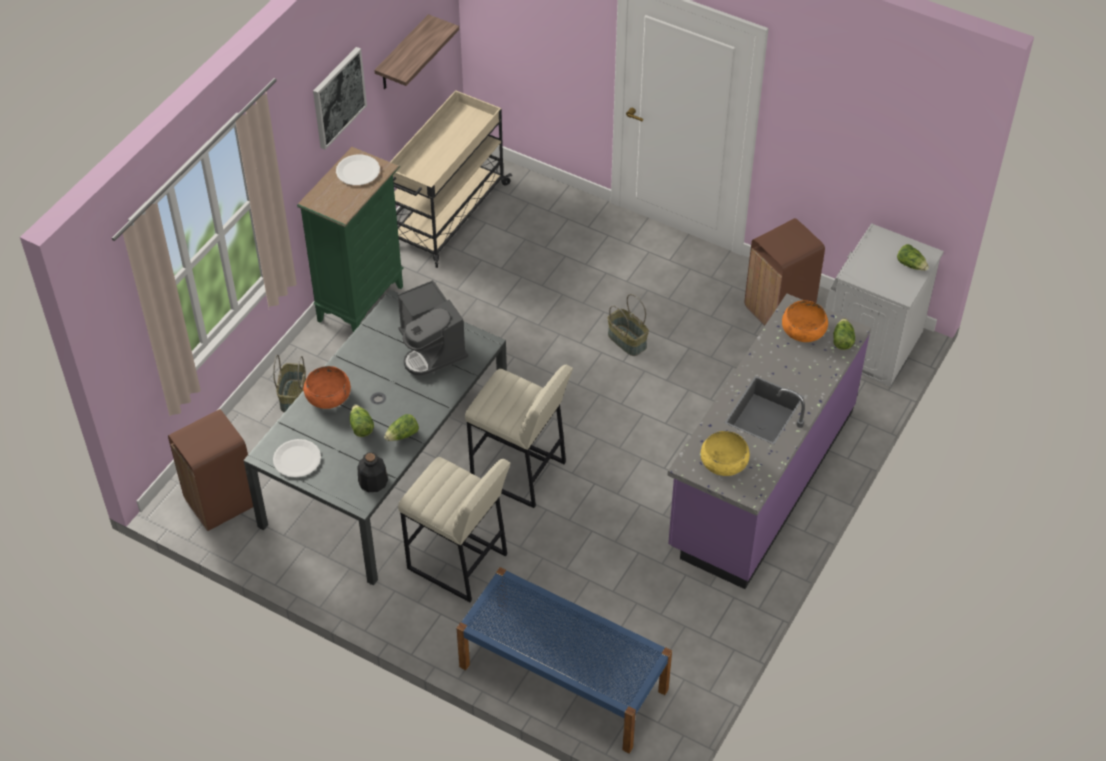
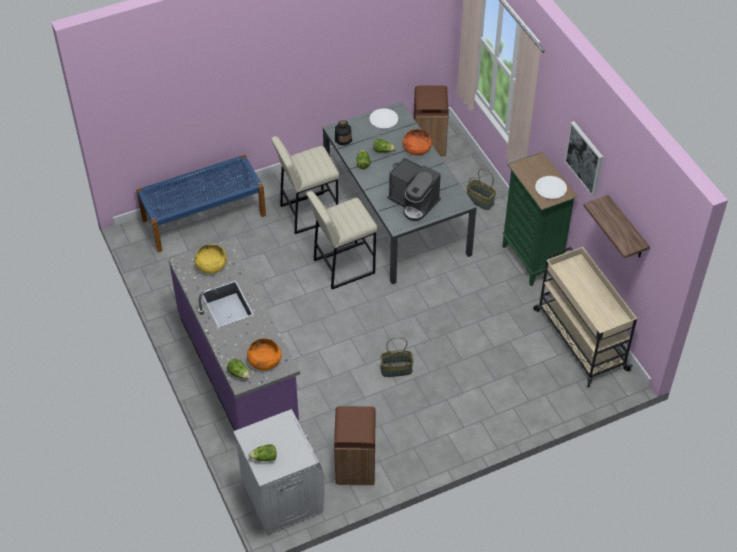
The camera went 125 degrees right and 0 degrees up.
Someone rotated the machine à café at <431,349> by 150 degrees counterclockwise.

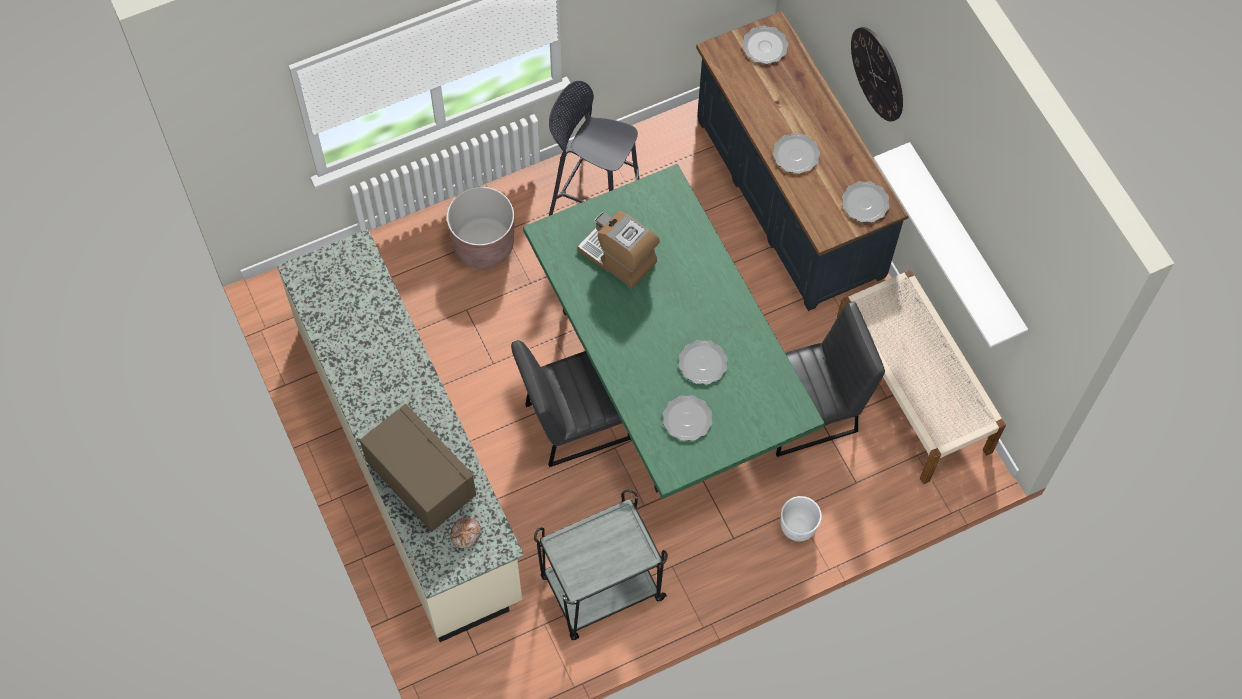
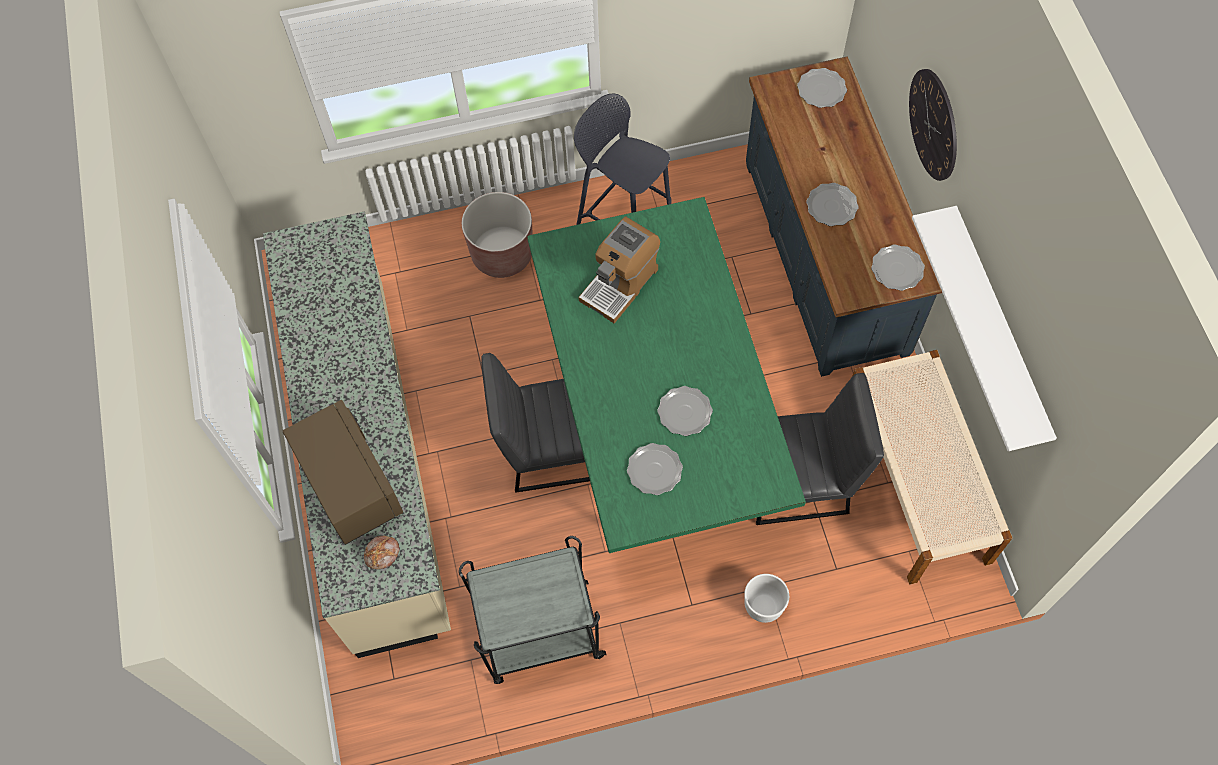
The camera went 15 degrees right and 0 degrees up.
Someone rotated the machine à café at <618,257> by 105 degrees counterclockwise.

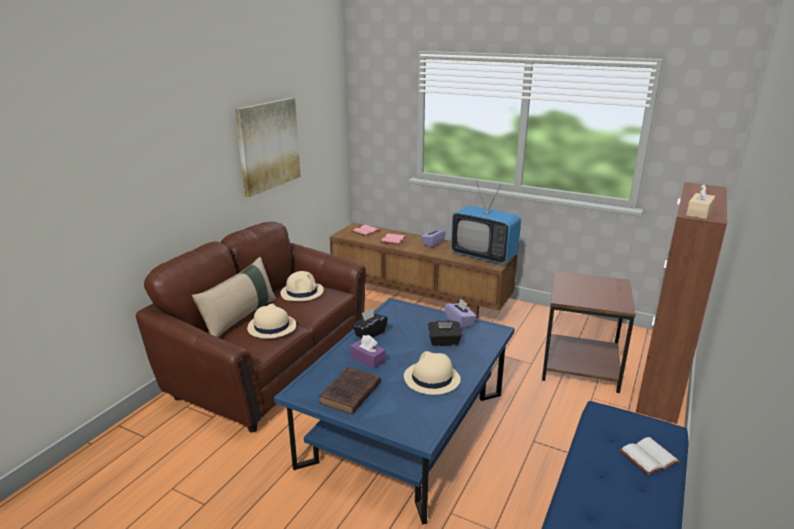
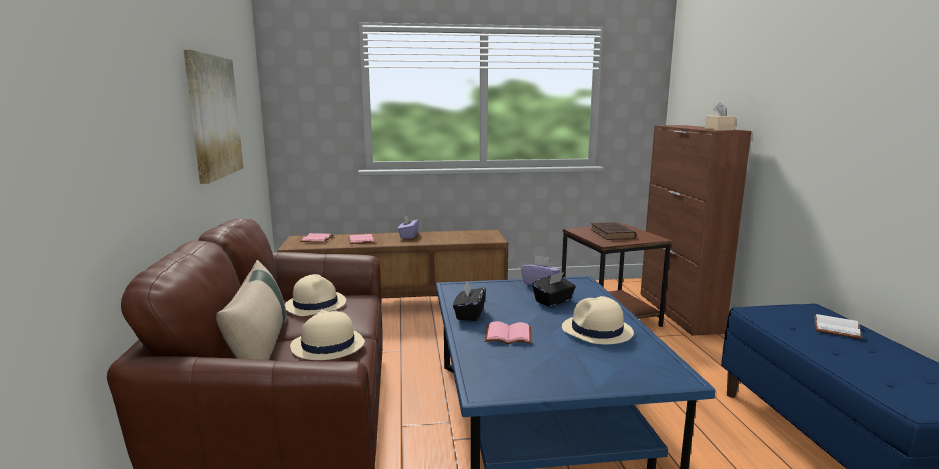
The camera went 35 degrees left and 10 degrees down.
Someone took away the téléviseur at <484,256>.
Someone carried the livre (marron) from <349,394> to <613,234>.
Someone swapped the boîte à mouchoirs (violet) at <367,359> for the livre (rose) at <507,336>.

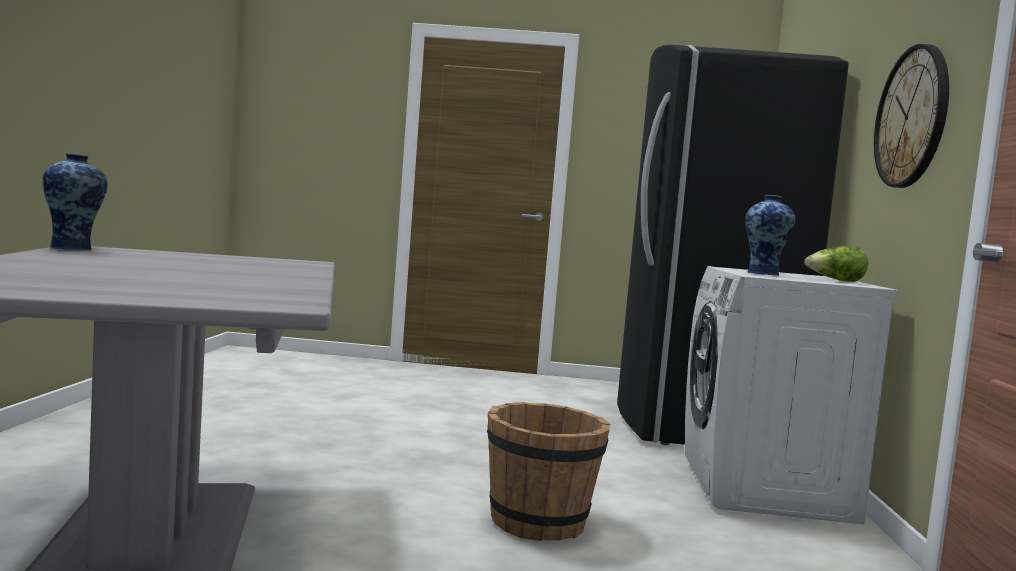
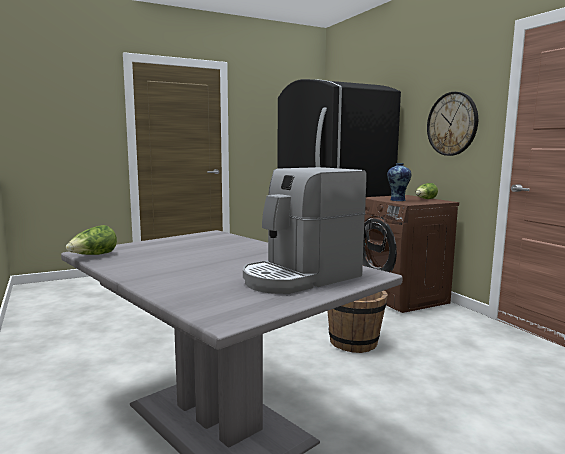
The camera went 30 degrees left and 5 degrees up.
Someone put down the machine à café at <300,278>.
Someone swapped the vase at <73,248> for the laitue at <93,256>.
Someone repainted the lave-linge (blanc) at <763,490>, which became the lave-linge (marron) at <400,298>.

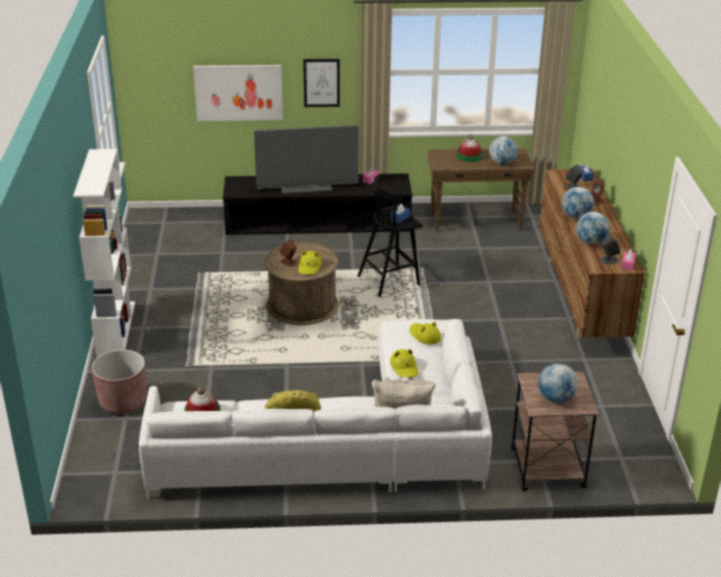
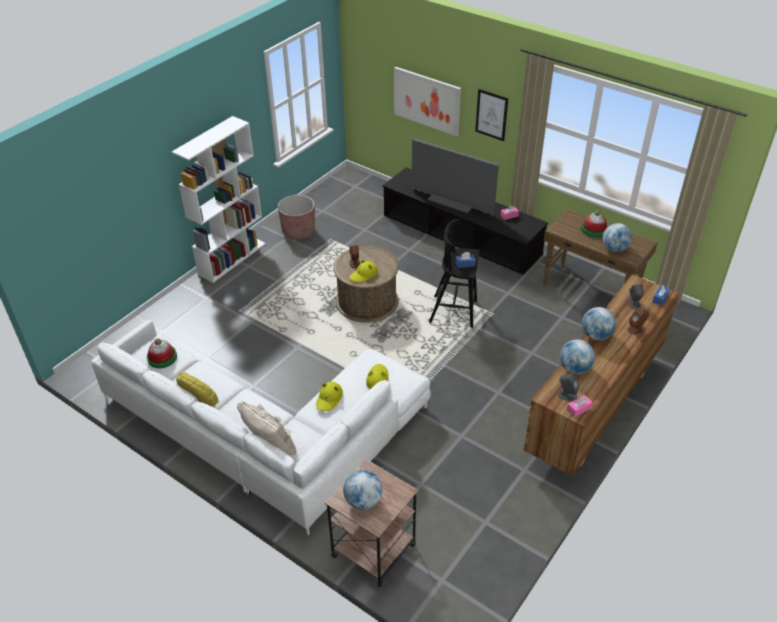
The camera went 40 degrees right and 10 degrees up.
Someone carried the cache-pot (marron) from <123,402> to <298,231>.

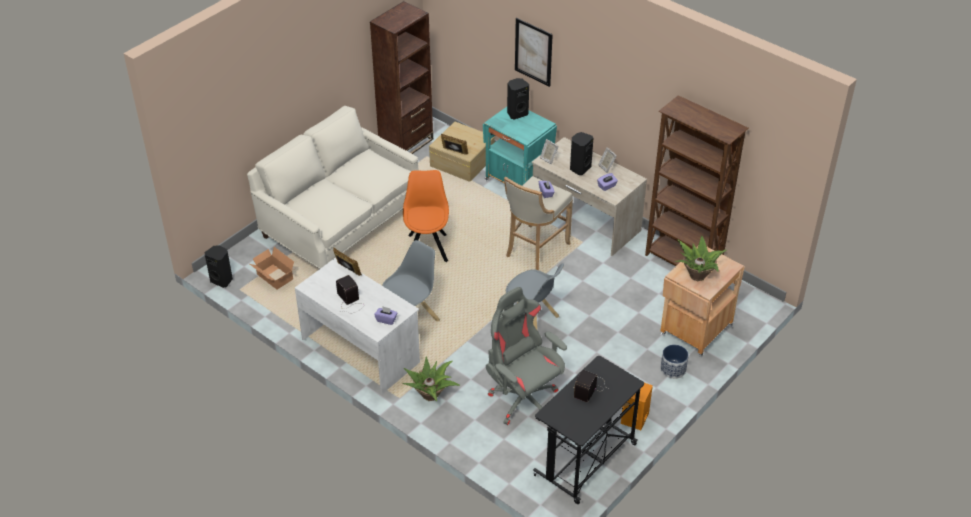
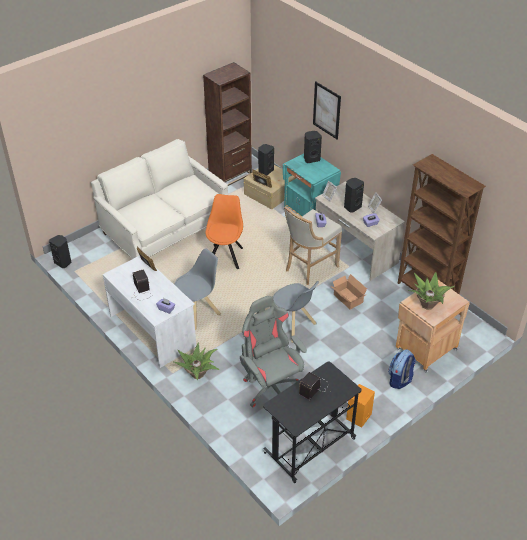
The camera went 10 degrees right and 0 degrees up.
Someone put down the enceinte (noir) at <265,170>.
Someone carried the carton from <274,278> to <347,299>.
Someone swapped the cache-pot at <673,369> for the sac à dos at <400,380>.

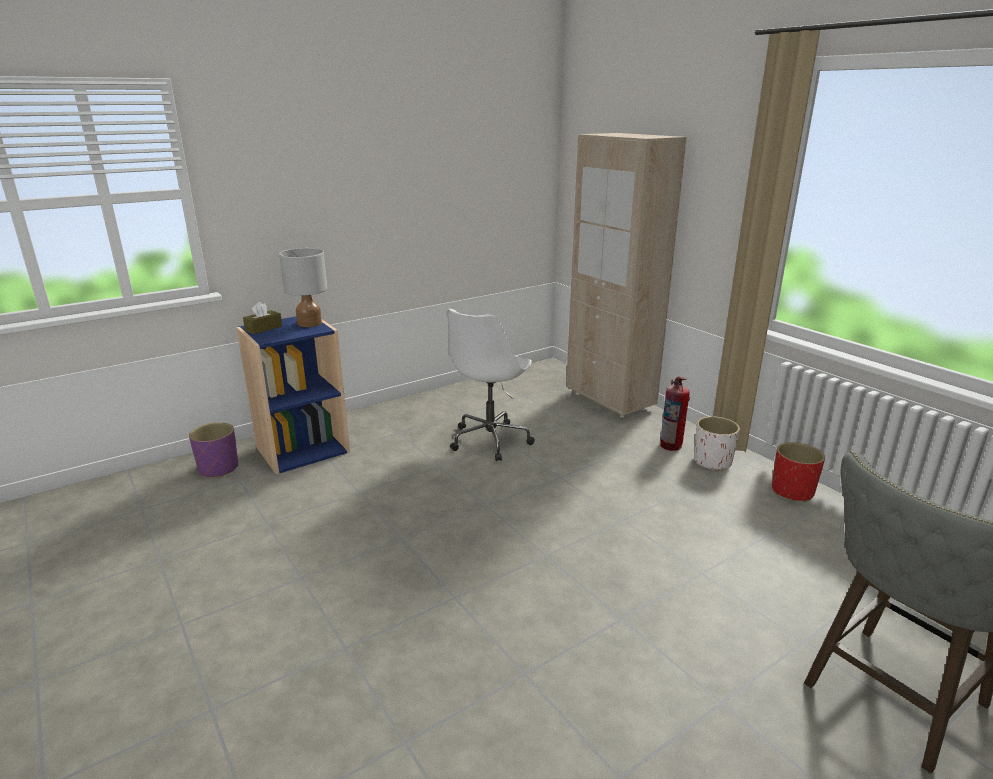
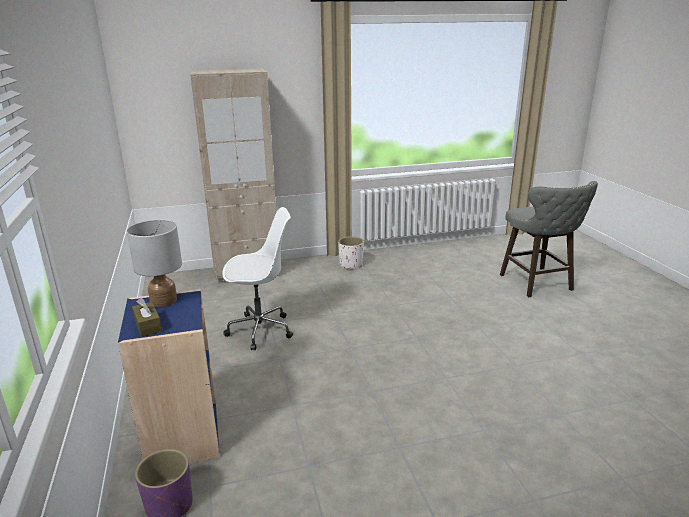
The camera went 70 degrees left and 0 degrees up.
Someone took away the extincteur at <671,445>.
Someone took away the cache-pot (rouge) at <792,491>.
Someone rotated the chaise de bureau (blanc) at <489,442> by 60 degrees counterclockwise.

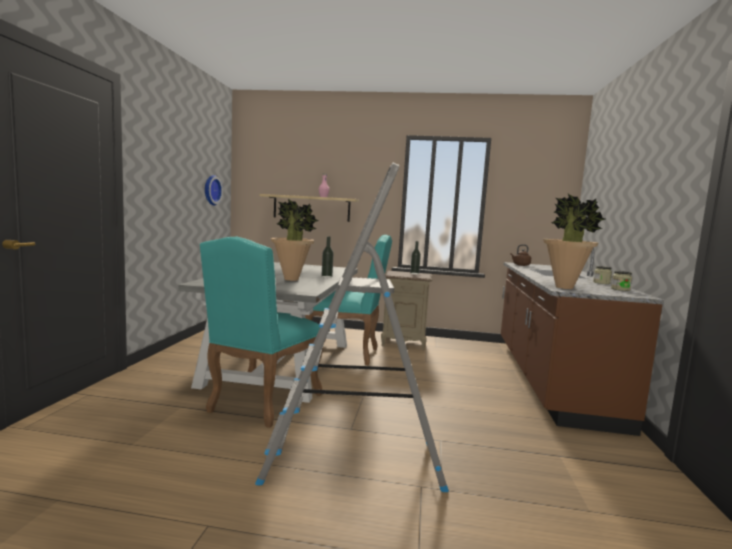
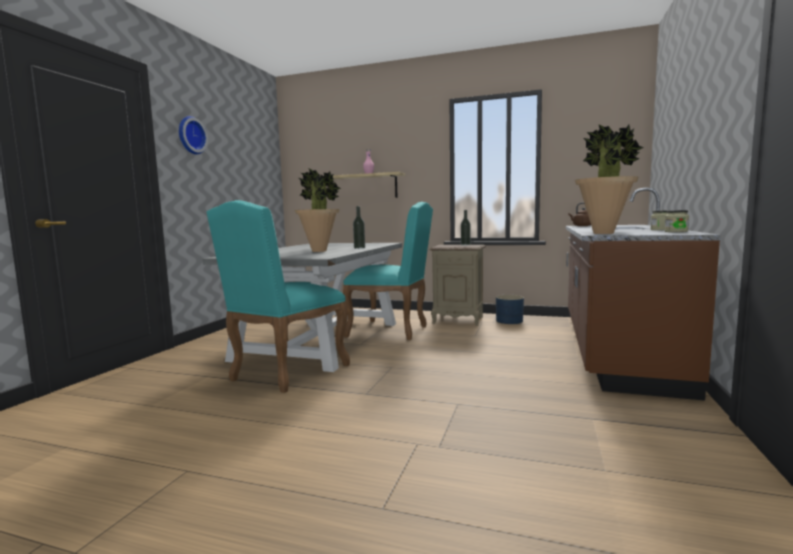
The camera went 10 degrees right and 0 degrees up.
Someone took away the escabeau (gris) at <351,462>.
Someone put down the cache-pot (bleu) at <509,321>.
Someone carried the horloge murale from <211,190> to <190,135>.

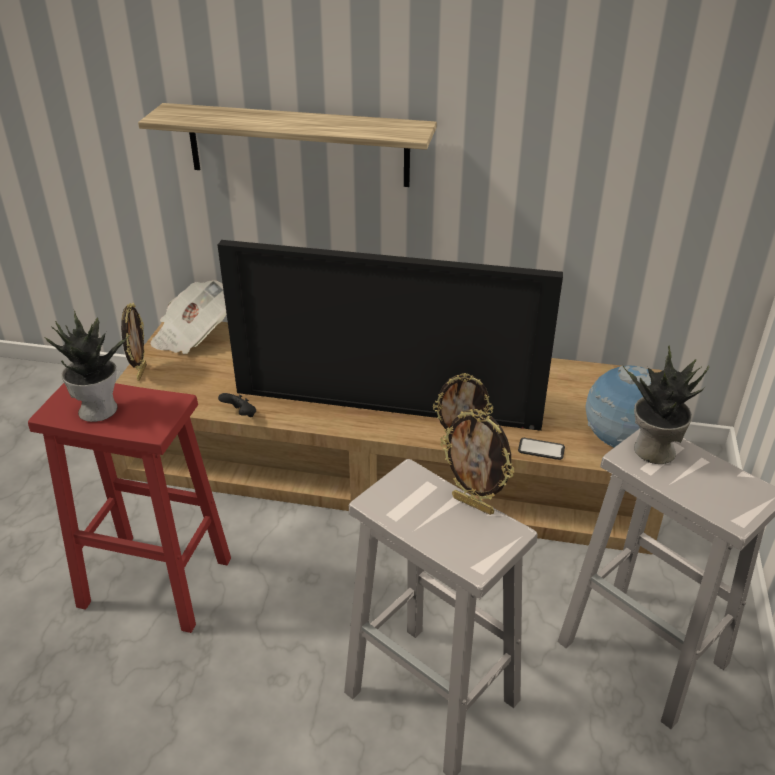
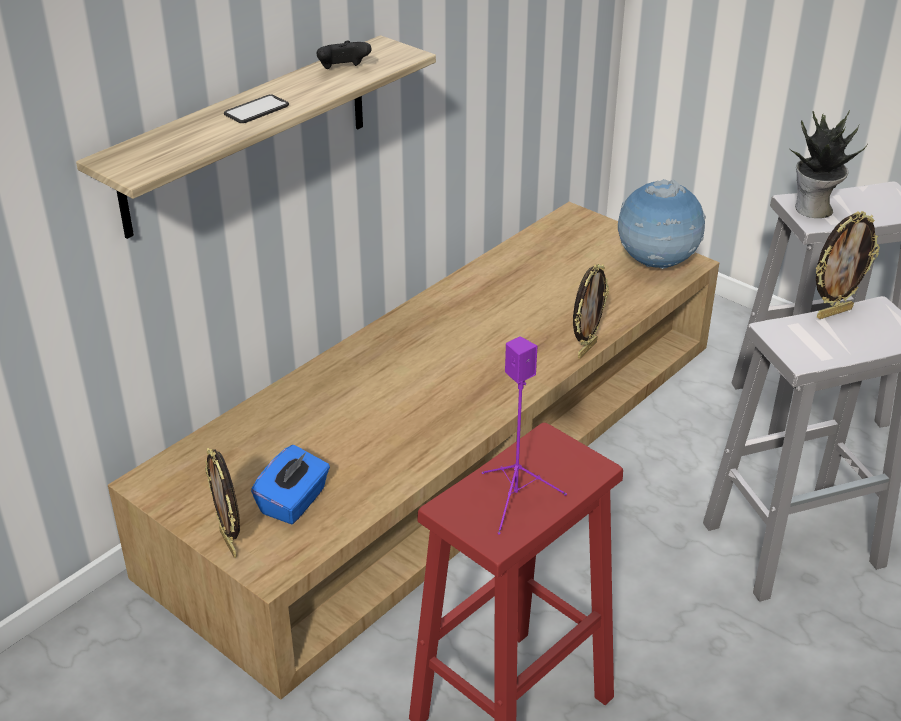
The camera went 60 degrees left and 0 degrees up.
Someone took away the journal at <191,336>.
Someone took away the téléviseur at <389,400>.
Someone put down the boîte à mouchoirs (bleu) at <294,502>.
Someone carried the manette (noir) from <240,414> to <343,70>.
Someone carried the téléphone from <541,449> to <256,110>.
Someone swapped the plante en pot at <99,409> for the enceinte (violet) at <516,499>.
Someone rotated the cadre photo at <140,372> by 150 degrees counterclockwise.

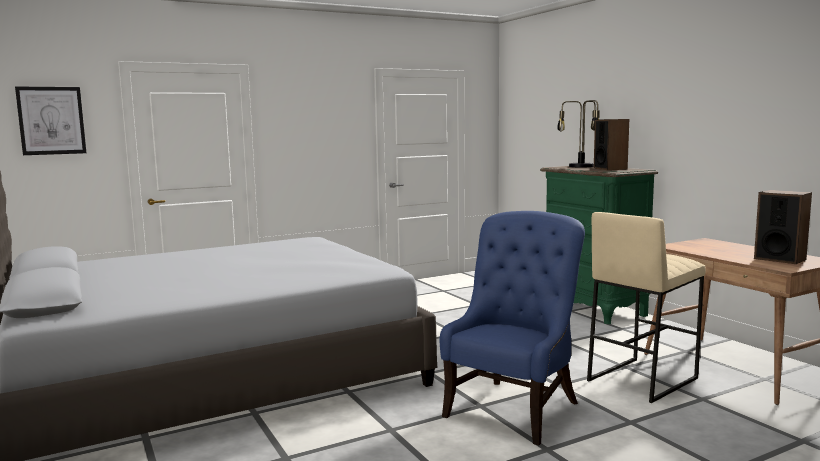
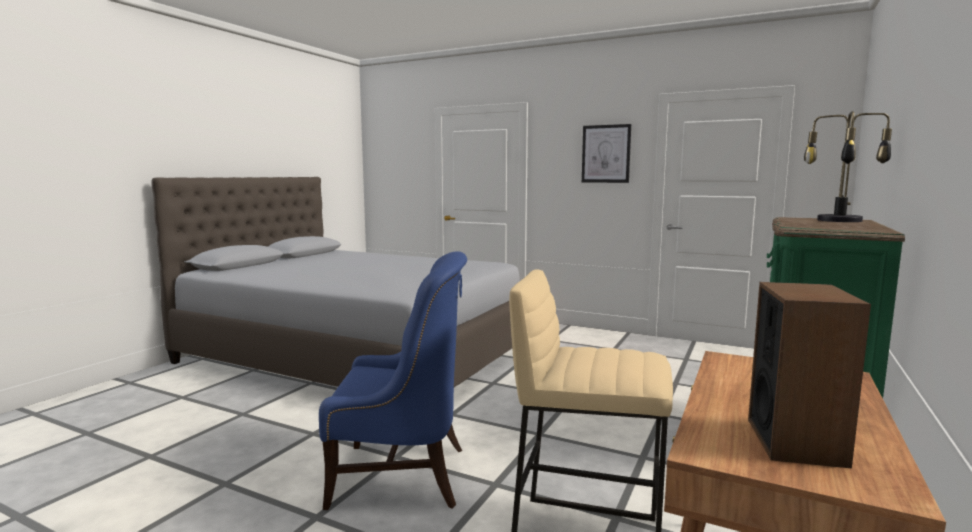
The camera went 55 degrees right and 0 degrees up.
Someone took away the enceinte at <610,169>.
Someone carried the tableau from <51,120> to <606,154>.

